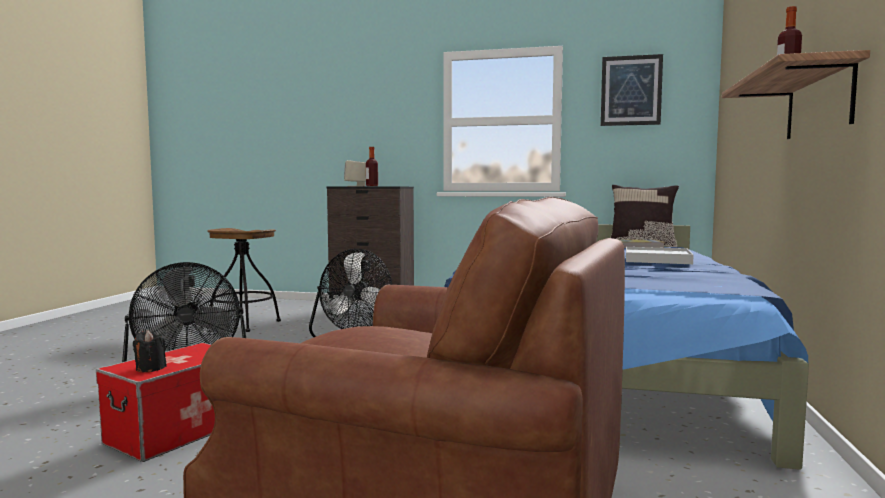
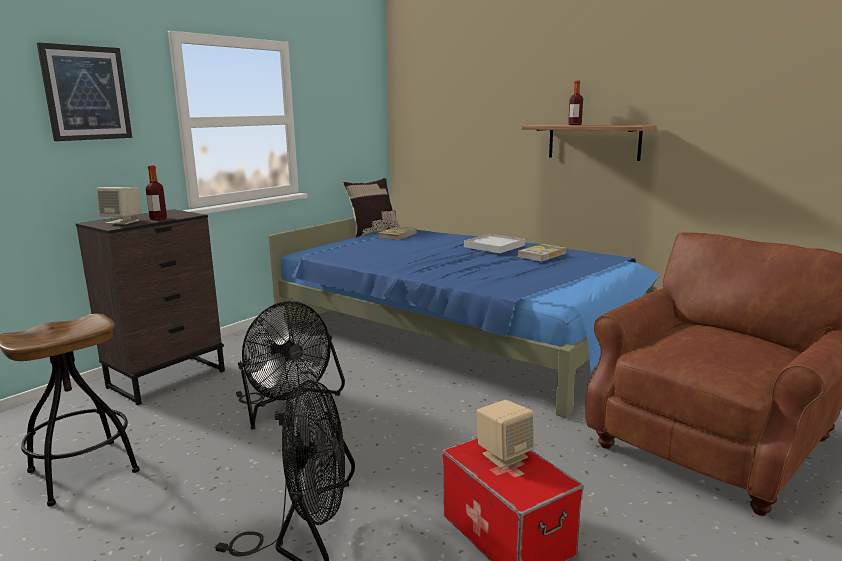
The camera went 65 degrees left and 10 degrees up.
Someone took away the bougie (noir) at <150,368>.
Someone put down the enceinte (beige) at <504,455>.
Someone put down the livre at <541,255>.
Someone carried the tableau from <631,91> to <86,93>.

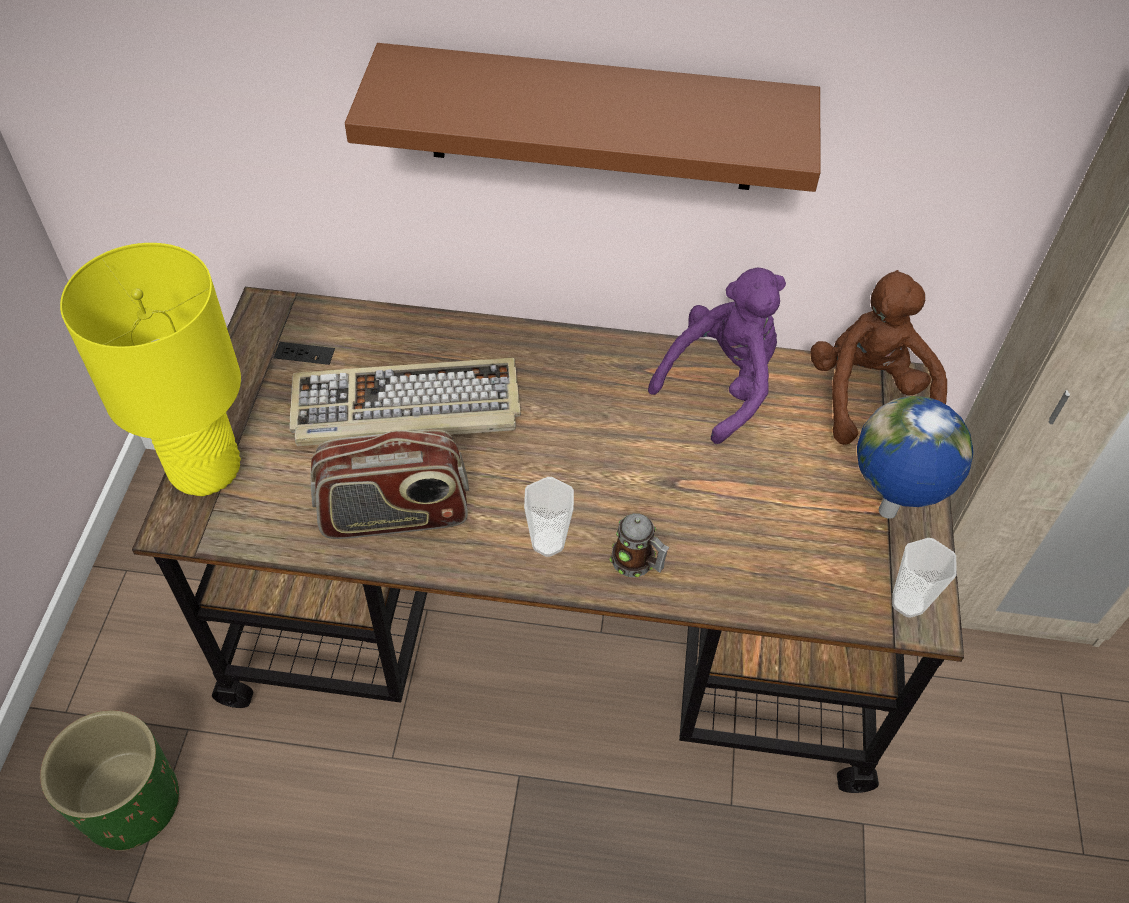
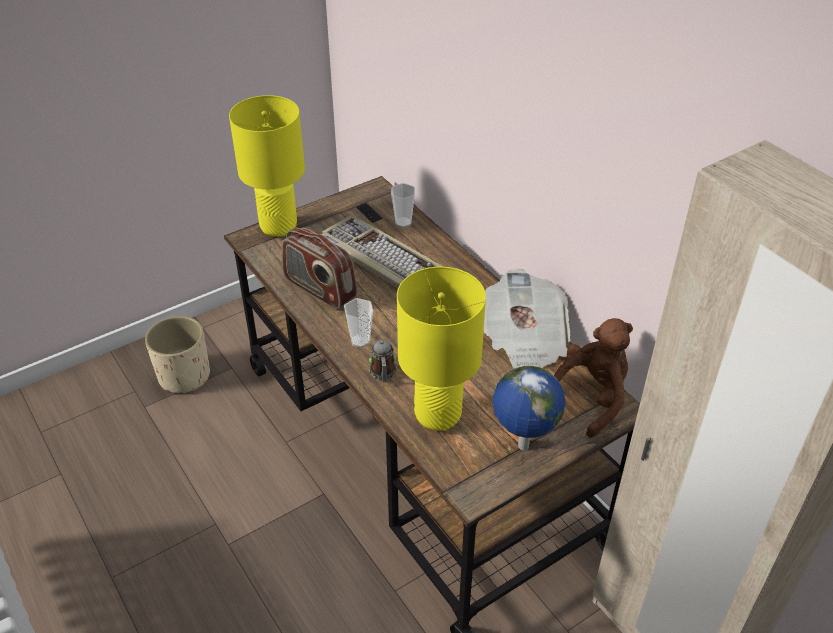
The camera went 50 degrees right and 10 degrees down.
Someone took away the étagère (marron) at <593,119>.
Someone put down the lampe de table (jaune) at <437,417>.
Someone carried the tasse from <908,602> to <403,222>.
Someone swapped the peluche (violet) at <721,384> for the journal at <524,342>.
Someone repainted the cache-pot (vert) at <131,804>, which became the cache-pot (beige) at <184,376>.

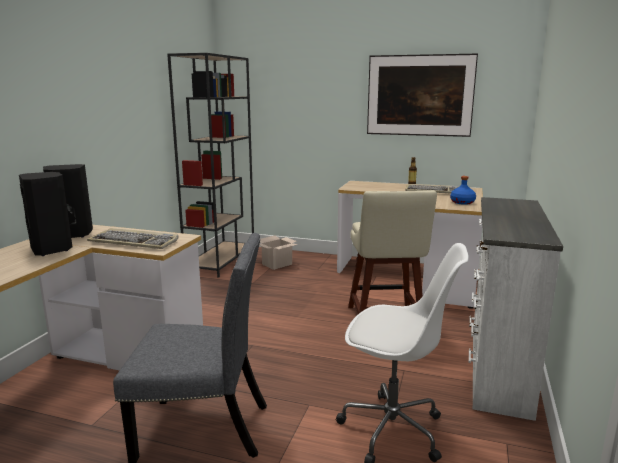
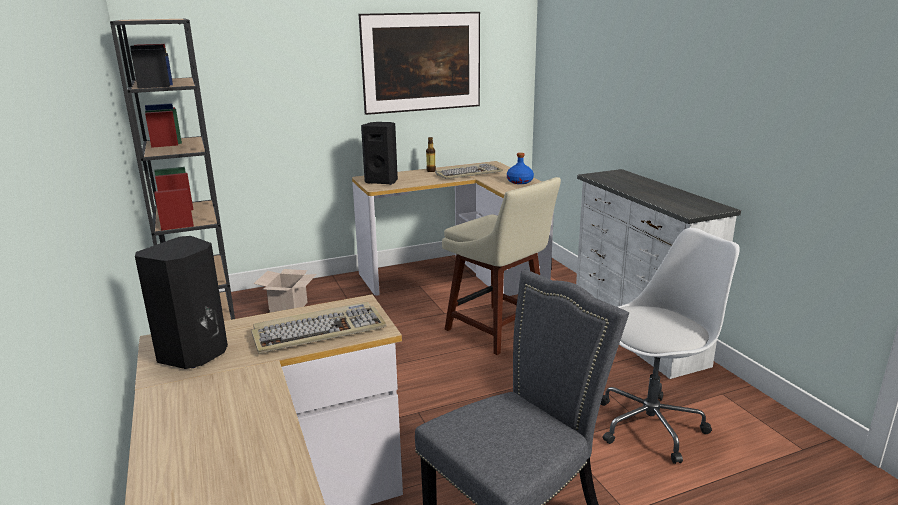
The camera went 40 degrees left and 5 degrees up.
Someone carried the enceinte (noir) from <52,249> to <382,181>.

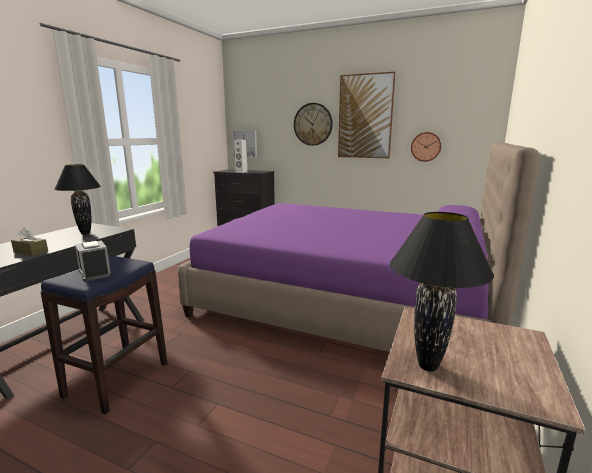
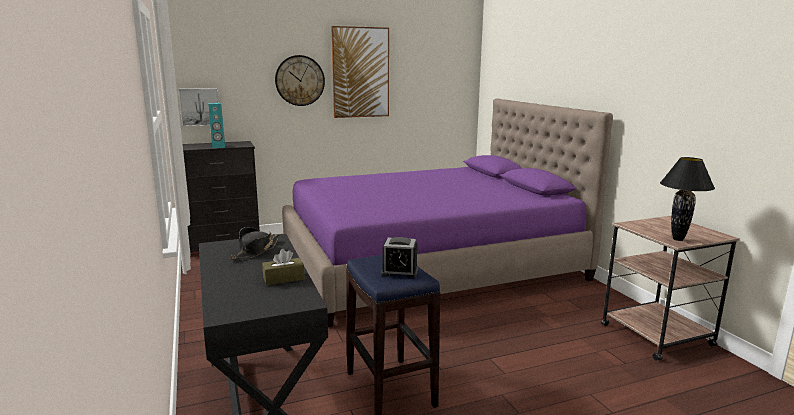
The camera went 45 degrees left and 0 degrees up.
Someone took away the horloge murale at <426,146>.
Someone swapped the lampe de table (noir) at <85,233> for the chapeau (noir) at <255,251>.
Someone repainted the enceinte (blanc) at <241,172>, which became the enceinte (turquoise) at <218,147>.

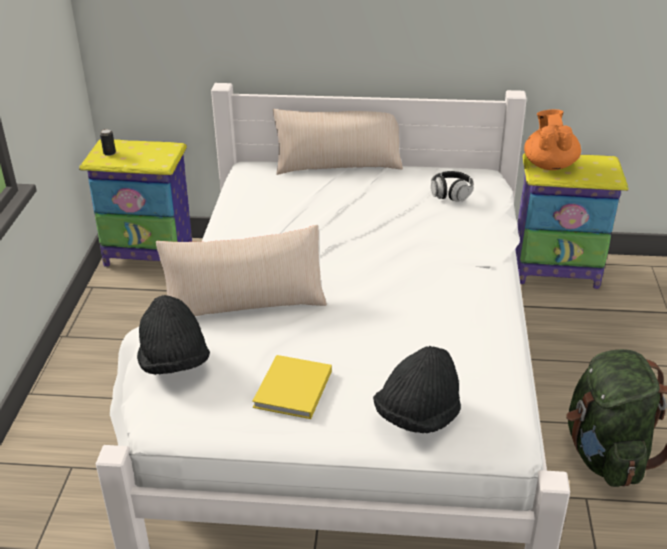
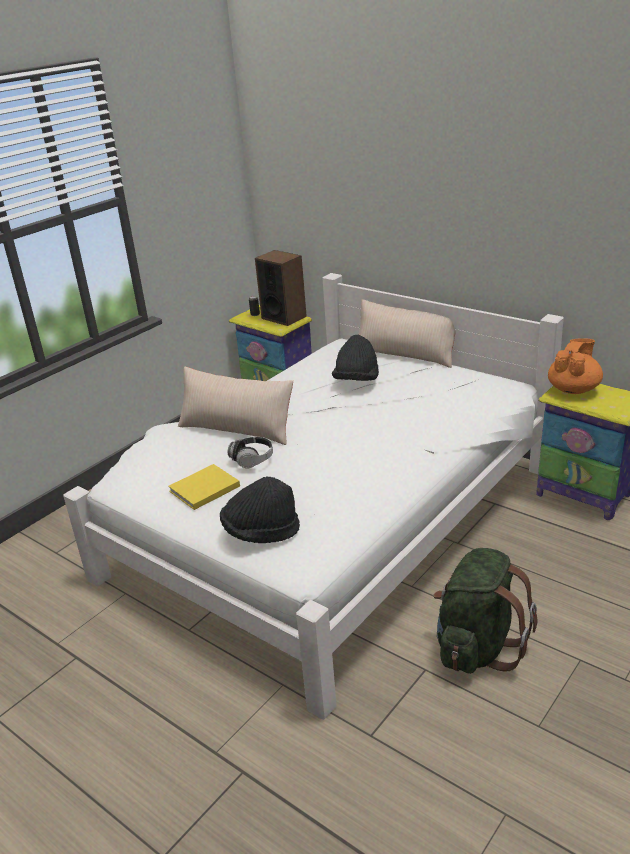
The camera went 35 degrees right and 5 degrees down.
Someone put down the enceinte at <284,317>.
Someone carried the chapeau (noir) from <174,363> to <356,381>.
Someone carried the casque audio from <451,194> to <252,459>.

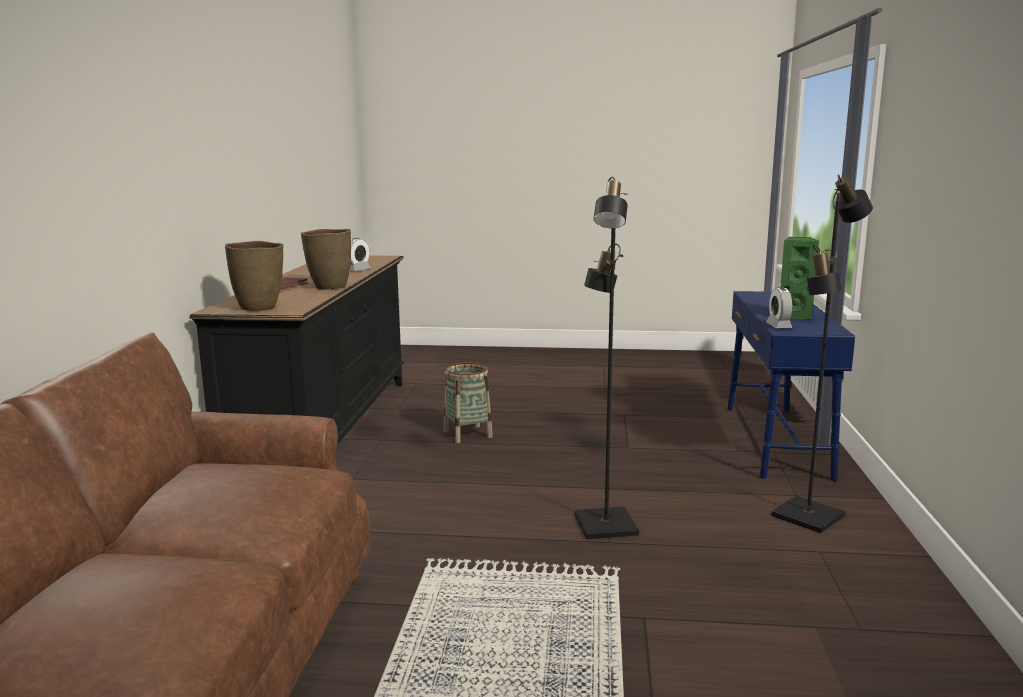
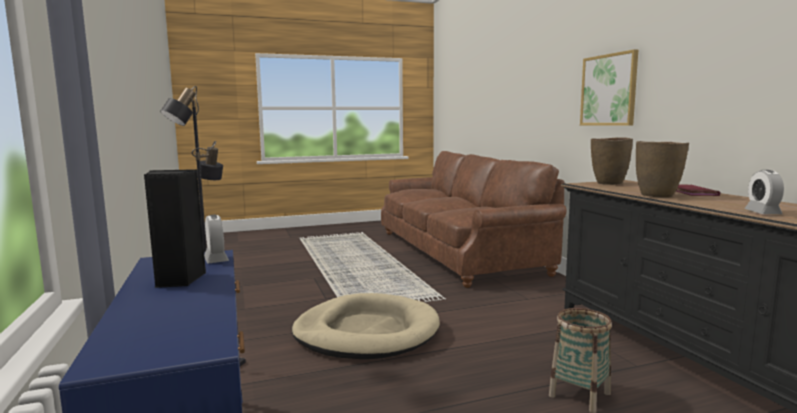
The camera went 155 degrees right and 5 degrees down.
Someone put up the tableau at <609,90>.
Someone swapped the lampadaire (noir) at <606,524> for the panier pour chien (beige) at <366,332>.
Someone repainted the enceinte (vert) at <794,315>, which became the enceinte (noir) at <177,280>.

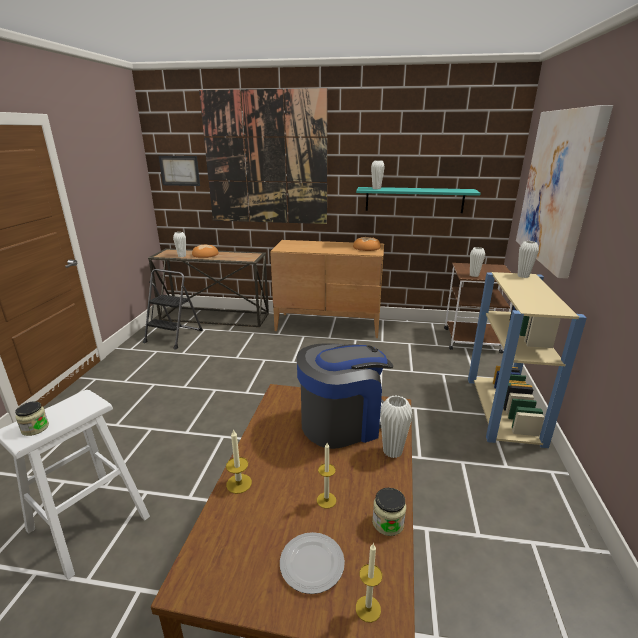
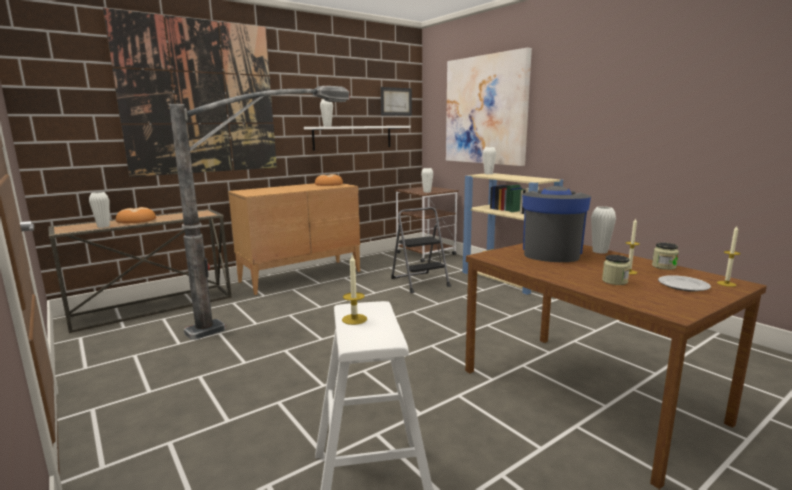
The camera went 45 degrees left and 10 degrees down.
Someone put down the lampadaire at <281,308>.
Someone carried the bocal from <35,428> to <614,281>.
Someone carried the escabeau (noir) from <175,335> to <419,281>.
Someone carried the tableau from <179,170> to <396,101>.
Someone carried the bougie from <239,483> to <354,319>.
Someone repainted the étagère (turquoise) at <414,200>, which became the étagère (blanc) at <353,137>.

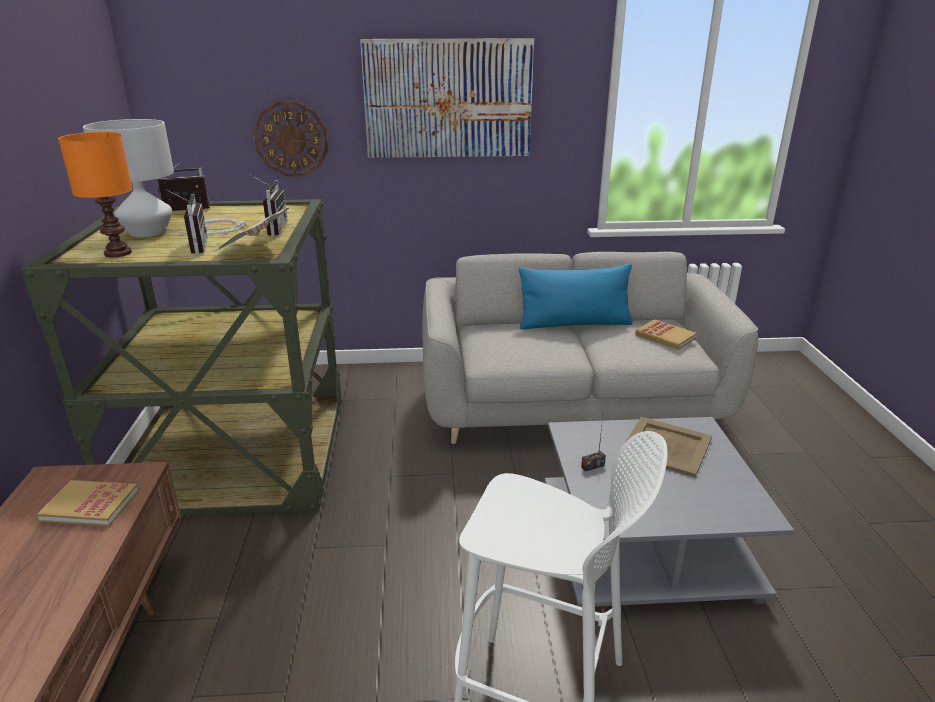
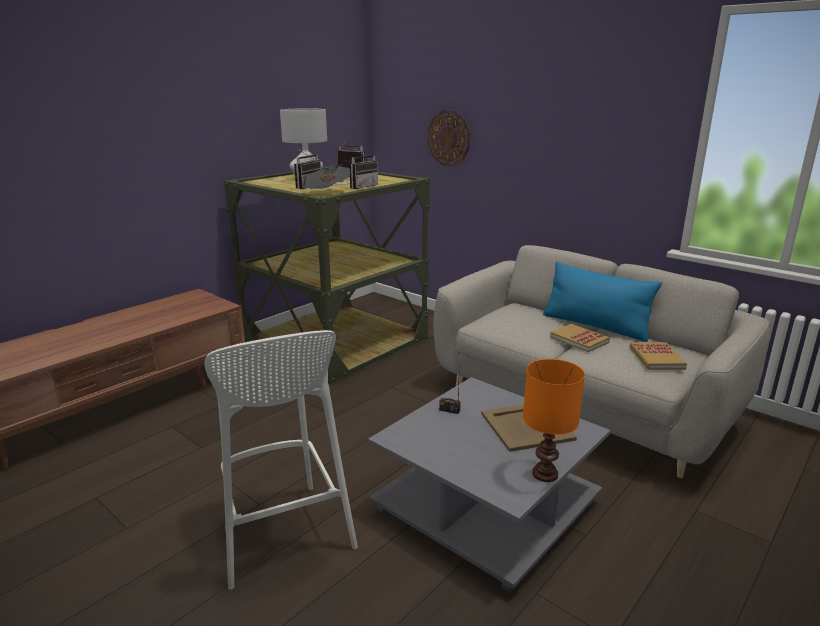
The camera went 45 degrees right and 5 degrees down.
Someone took away the tableau at <448,99>.
Someone carried the livre from <91,505> to <579,340>.
Someone carried the lampe de table (orange) from <119,253> to <546,474>.

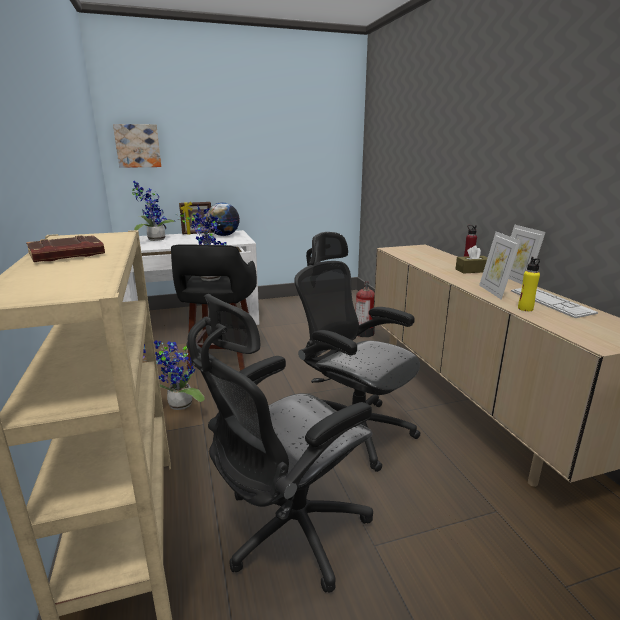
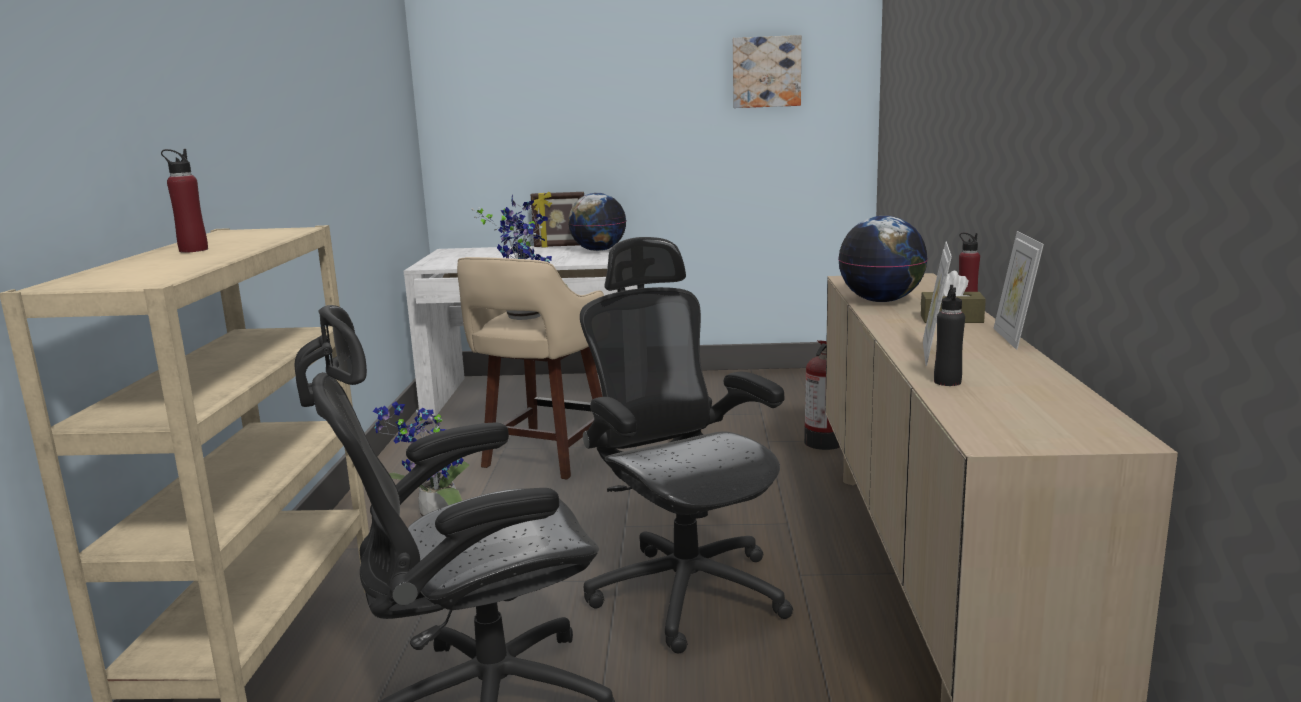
The camera went 20 degrees right and 5 degrees down.
Someone took away the plante en pot at <154,239>.
Someone took away the clavier at <550,302>.
Someone put down the globe at <881,301>.
Someone carried the tableau from <138,146> to <766,72>.
Someone swapped the livre (marron) at <66,255> for the bouteille (rouge) at <193,250>.
Someone repainted the tabouret (noir) at <221,358>, which became the tabouret (beige) at <544,457>.
Someone repainted the bouteille (jaune) at <525,308>, which became the bouteille (noir) at <947,382>.

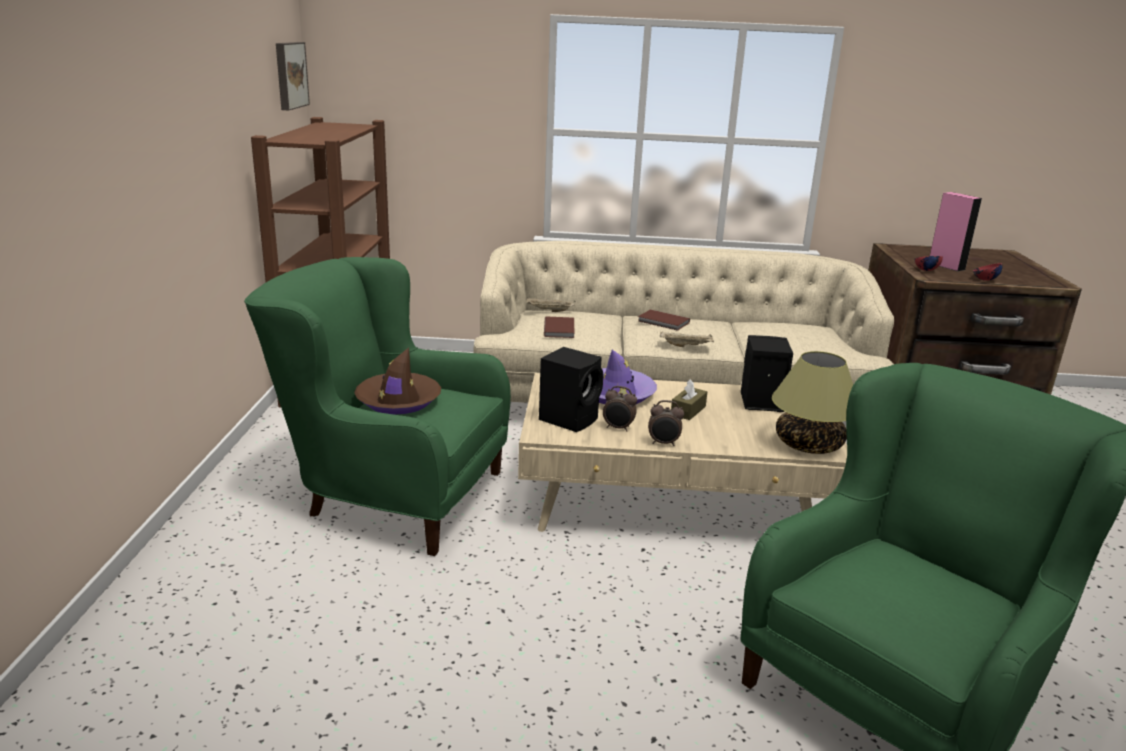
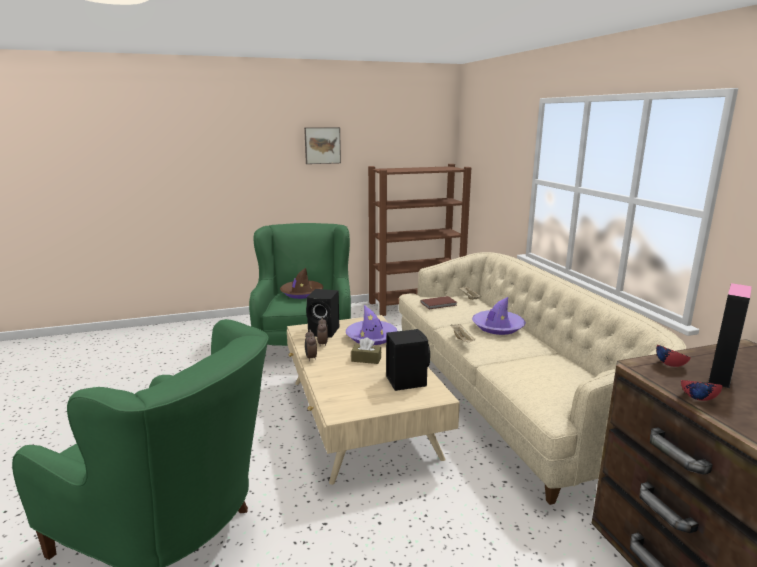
The camera went 70 degrees right and 5 degrees down.
Someone took away the lampe de table at <809,445>.
Someone carried the tableau from <289,75> to <322,145>.
Someone swapped the livre (marron) at <663,322> for the chapeau (violet) at <497,327>.

